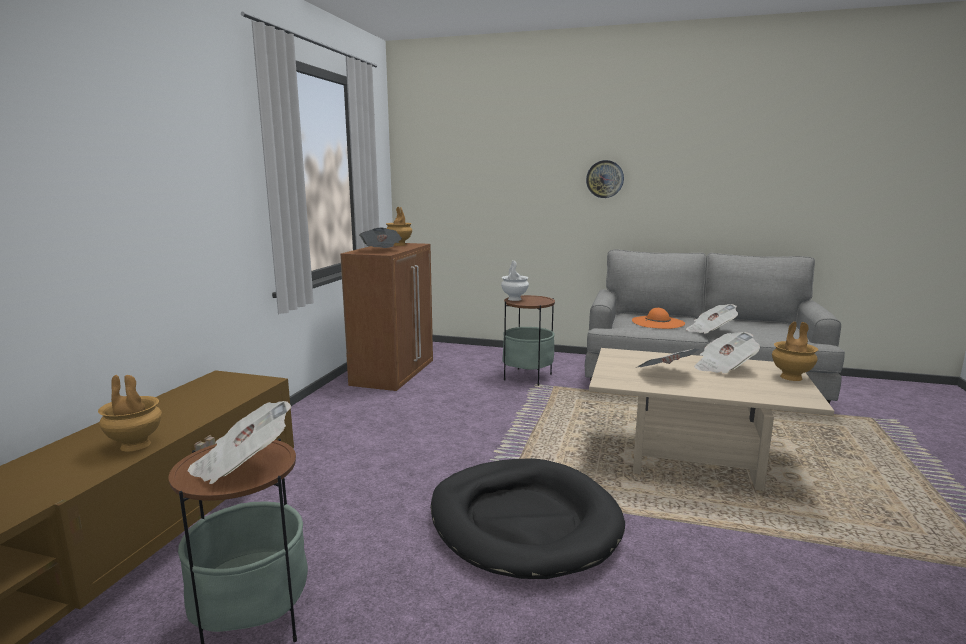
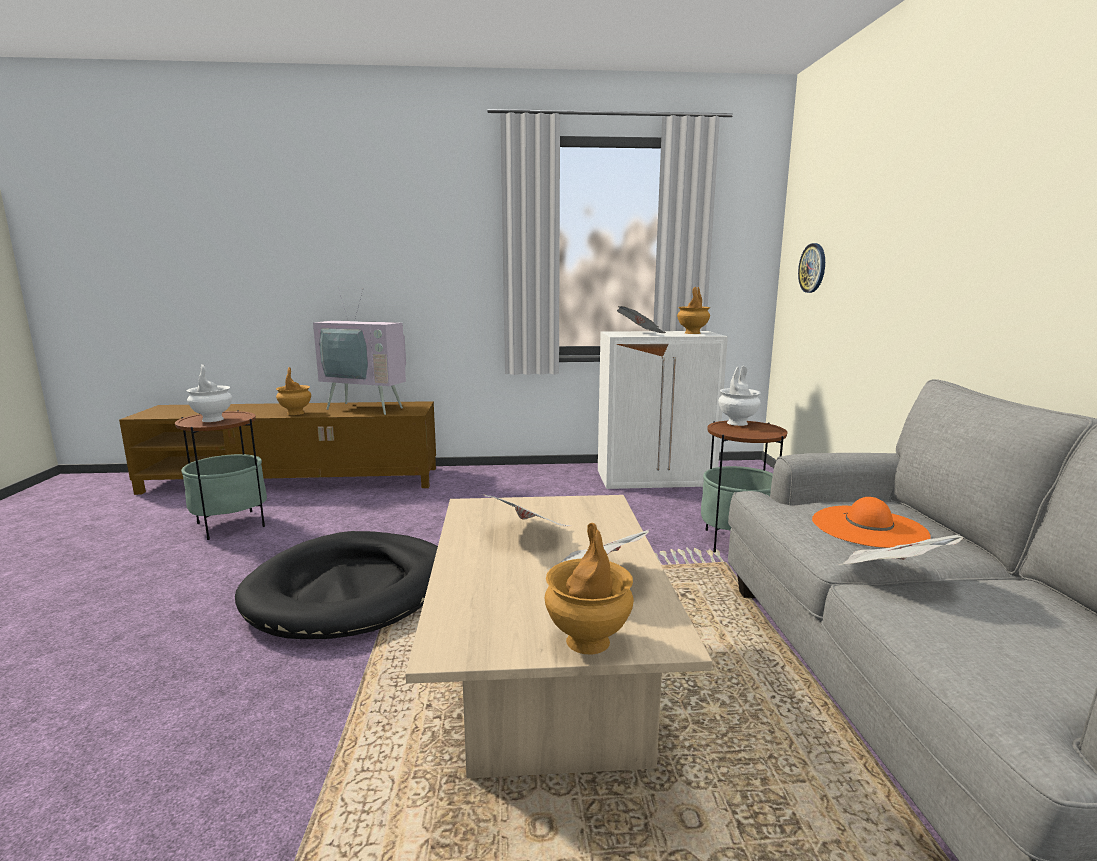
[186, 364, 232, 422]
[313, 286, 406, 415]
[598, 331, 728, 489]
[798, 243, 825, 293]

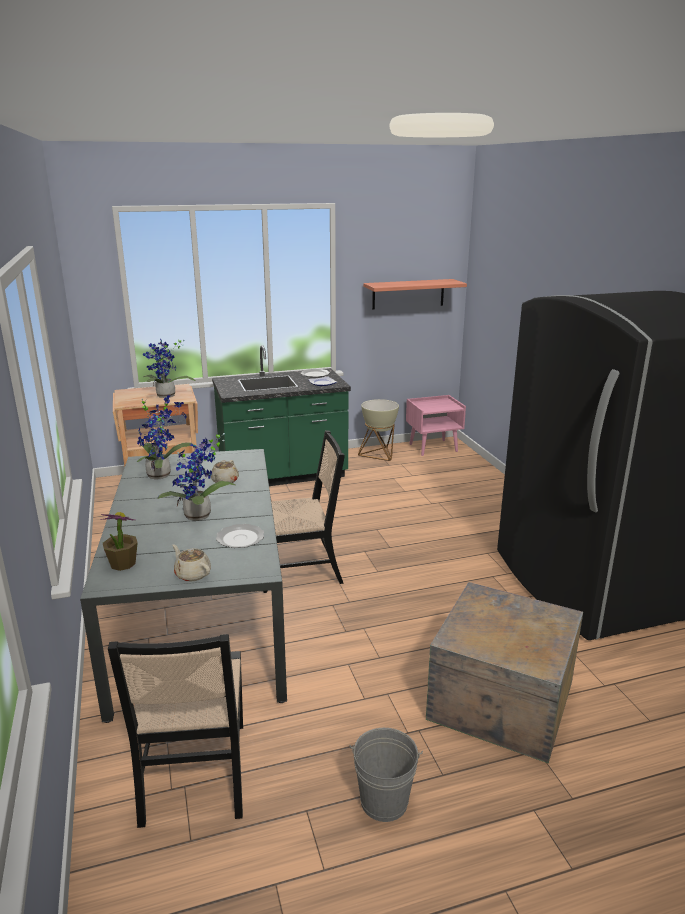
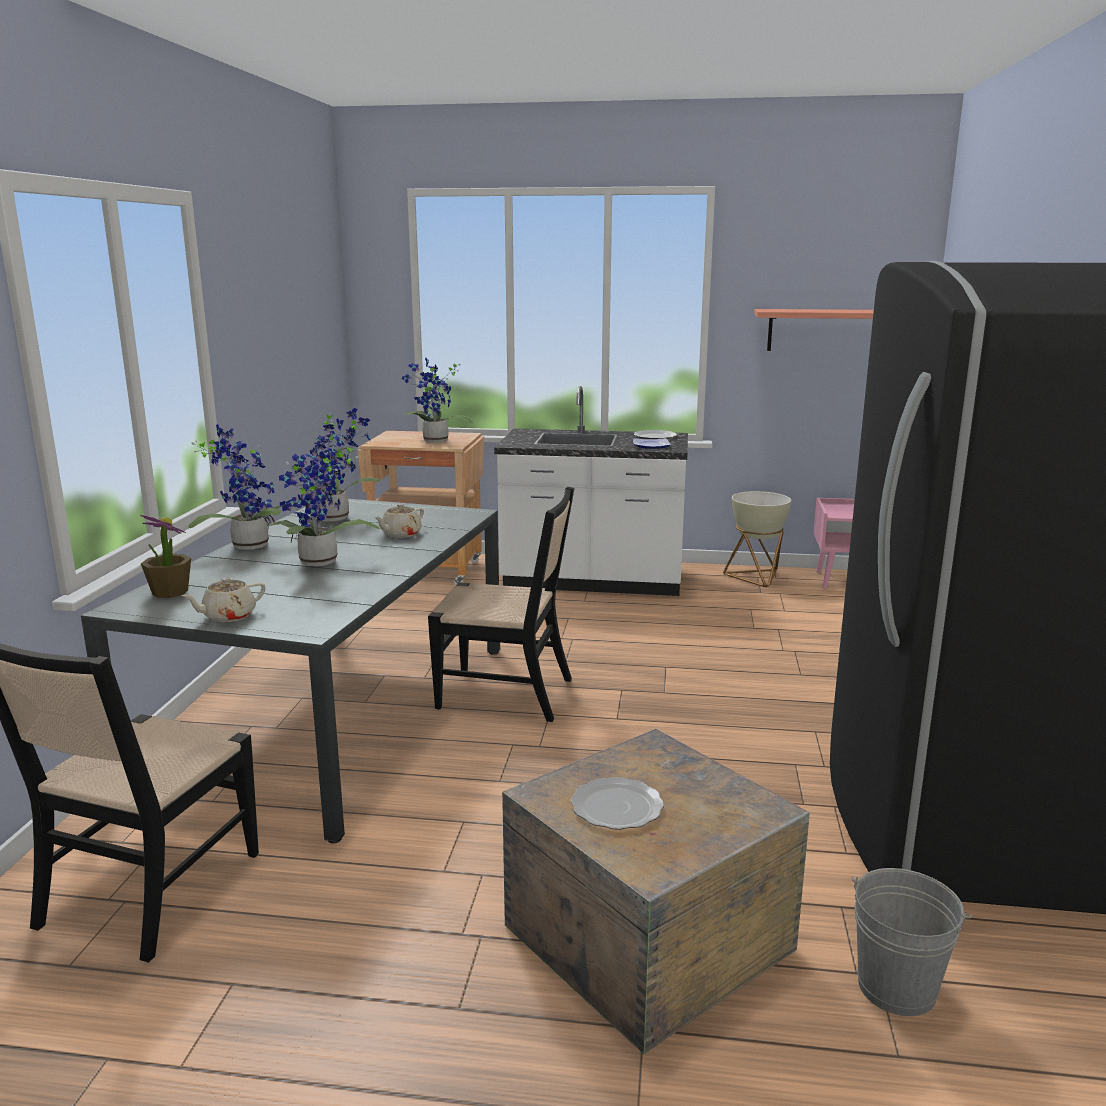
[181, 577, 266, 622]
[188, 424, 298, 550]
[494, 386, 688, 596]
[571, 777, 664, 830]
[851, 868, 973, 1016]

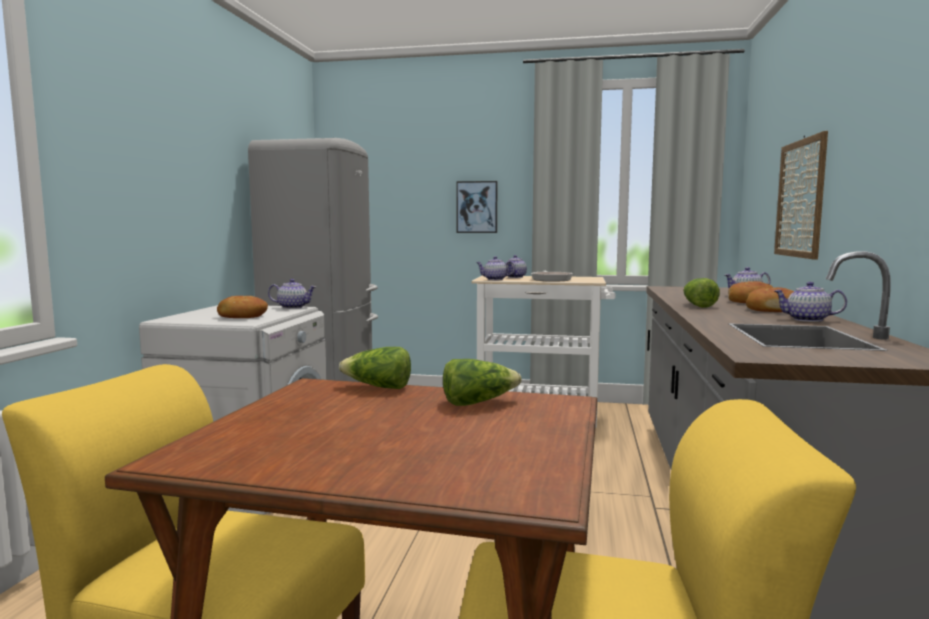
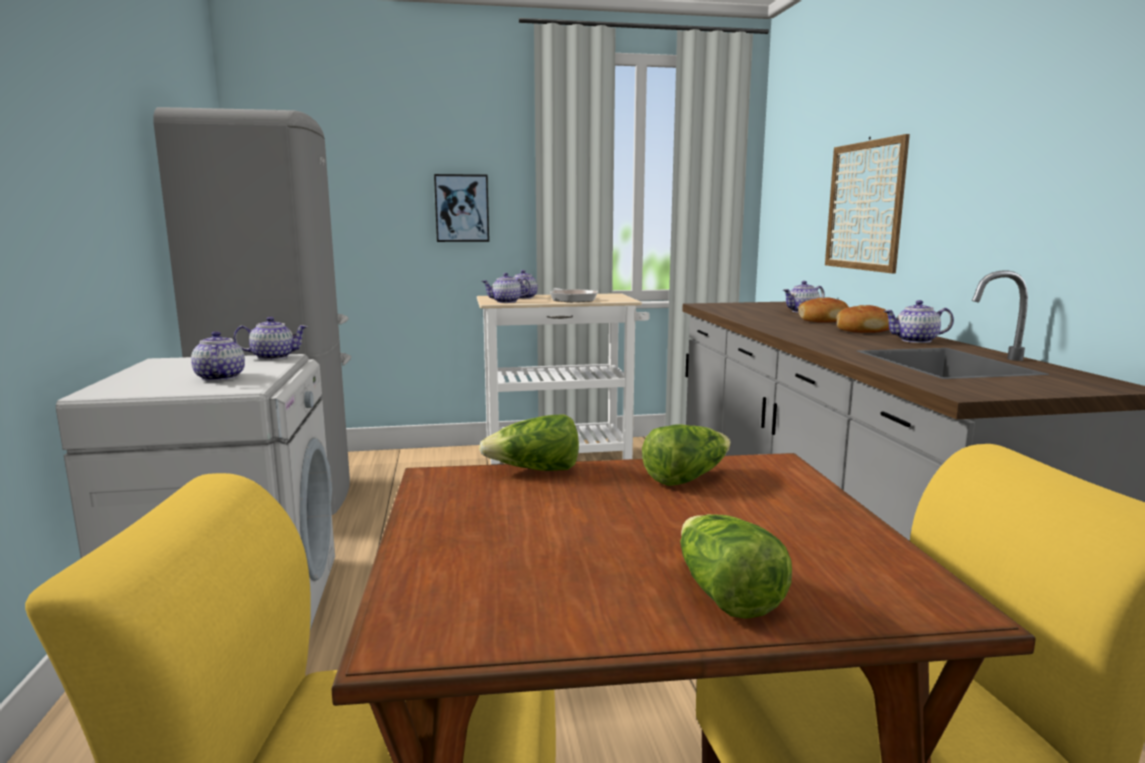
[191, 331, 245, 381]
[680, 514, 792, 619]

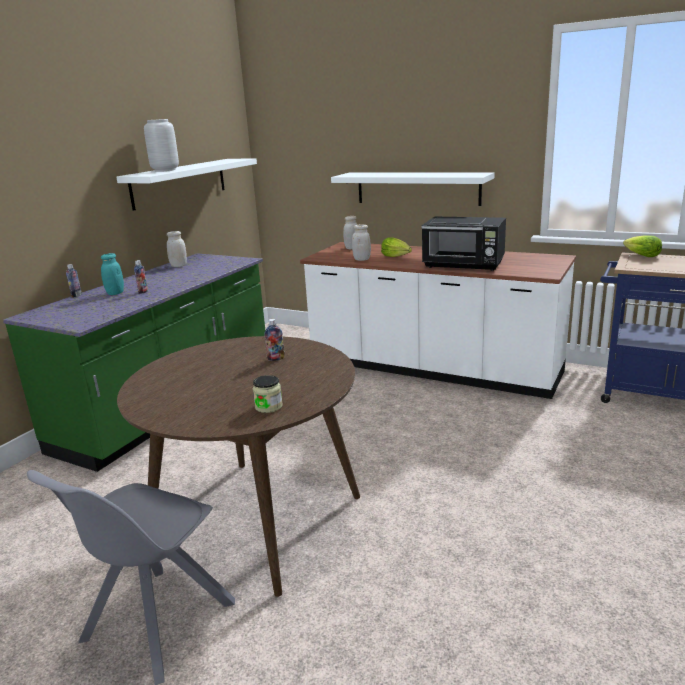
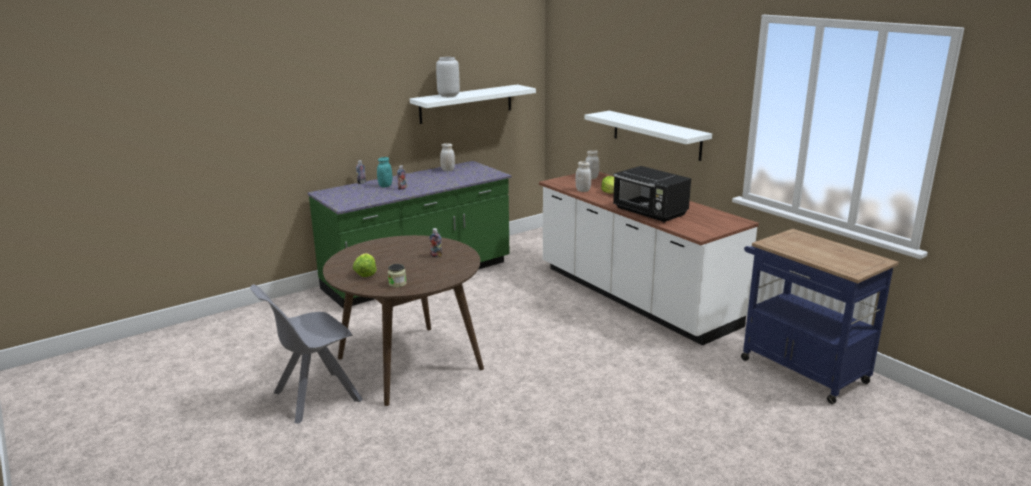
[353, 253, 377, 277]

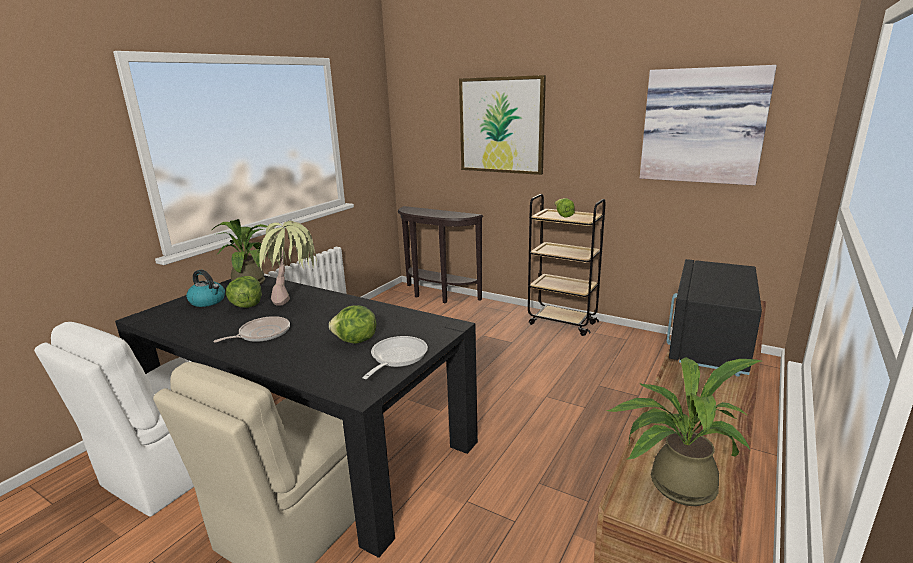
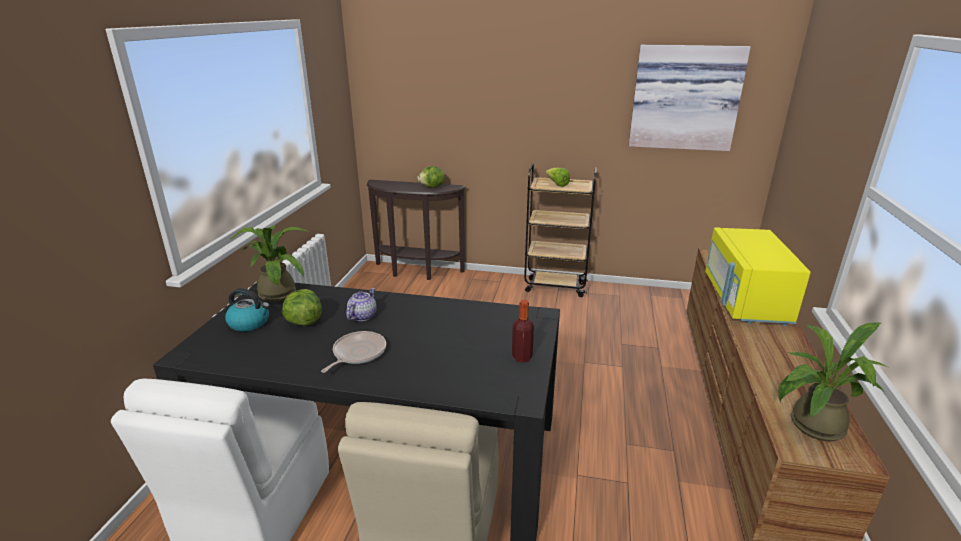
[346, 288, 377, 321]
[417, 166, 444, 188]
[512, 300, 534, 363]
[705, 227, 811, 326]
[459, 75, 546, 175] (first image)

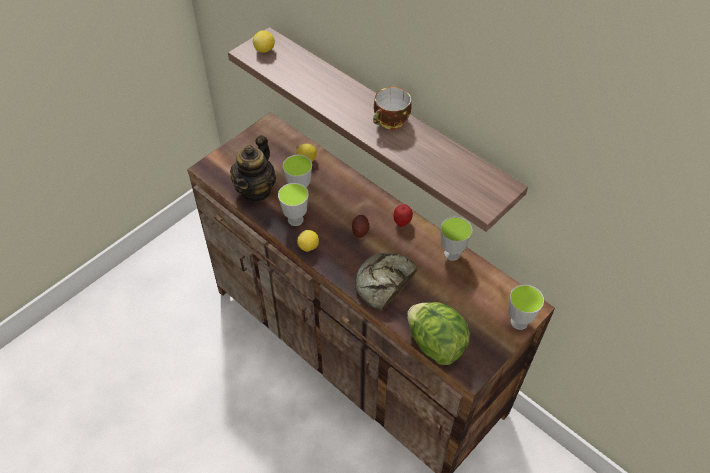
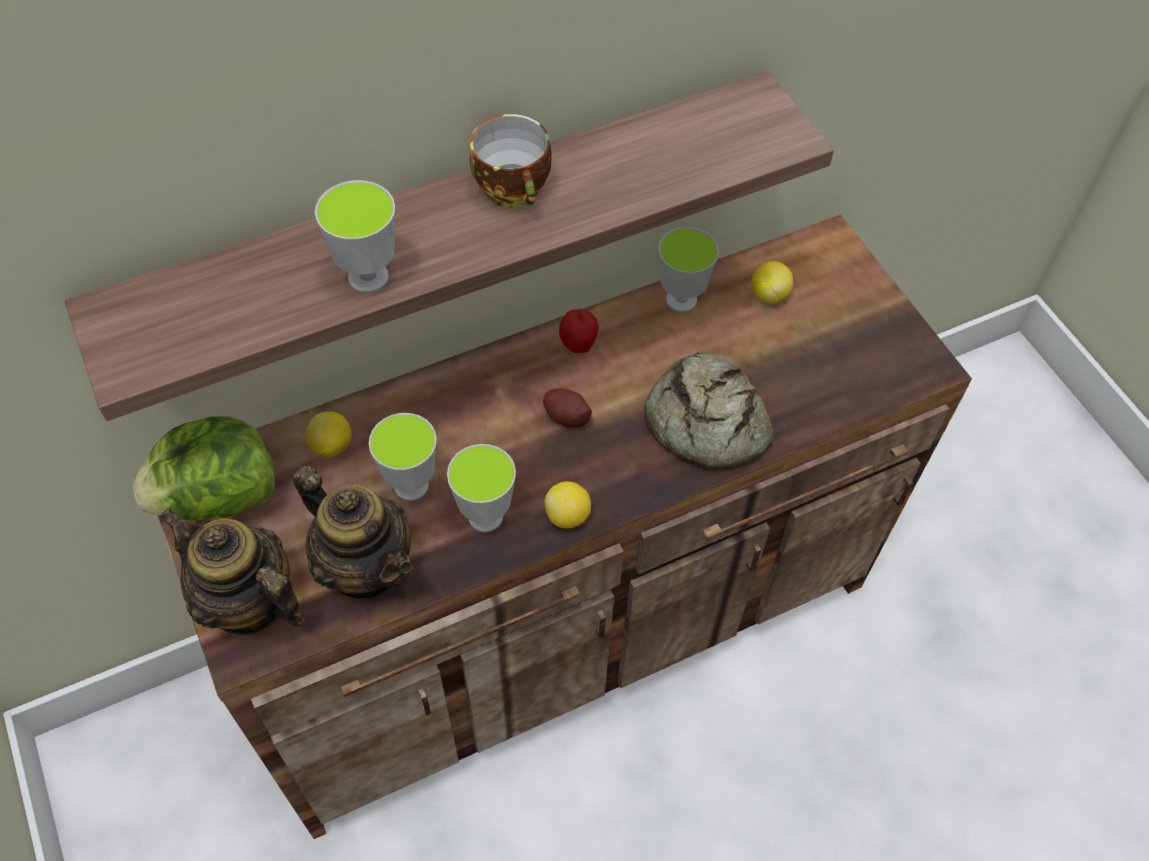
[133, 417, 275, 521]
[160, 508, 305, 637]
[315, 180, 395, 293]
[751, 261, 793, 304]

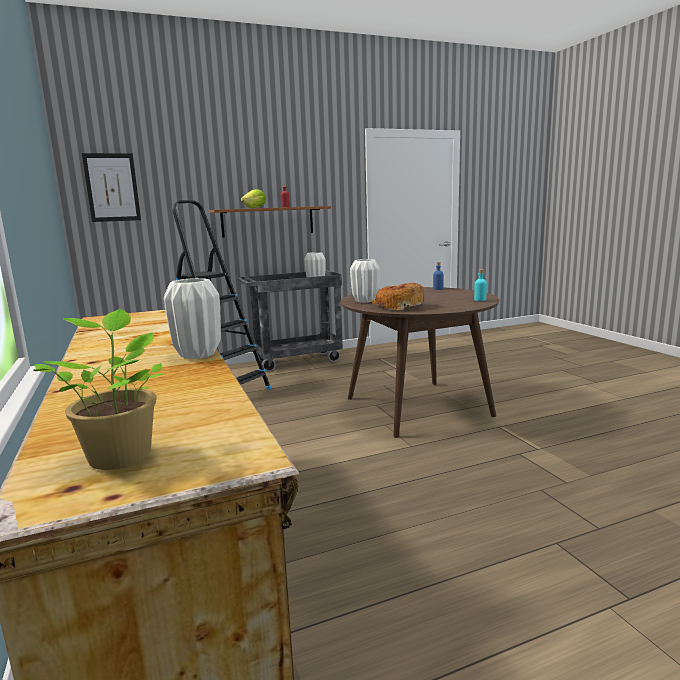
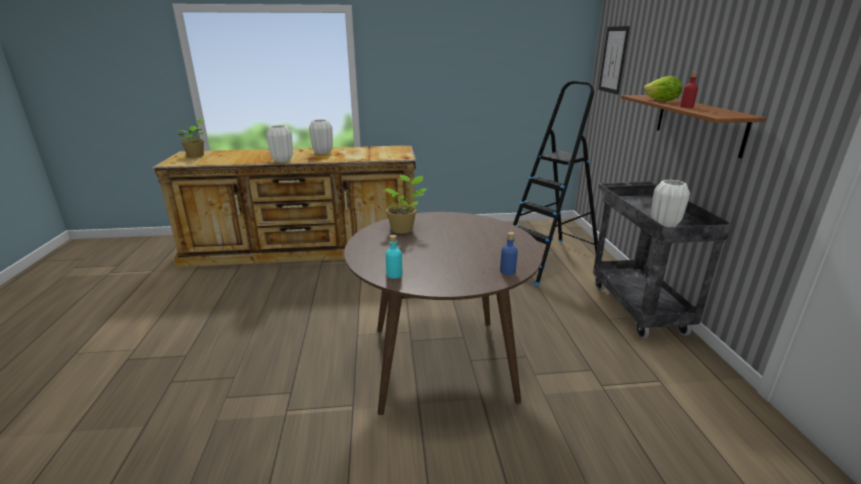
[309, 119, 333, 154]
[382, 175, 426, 234]

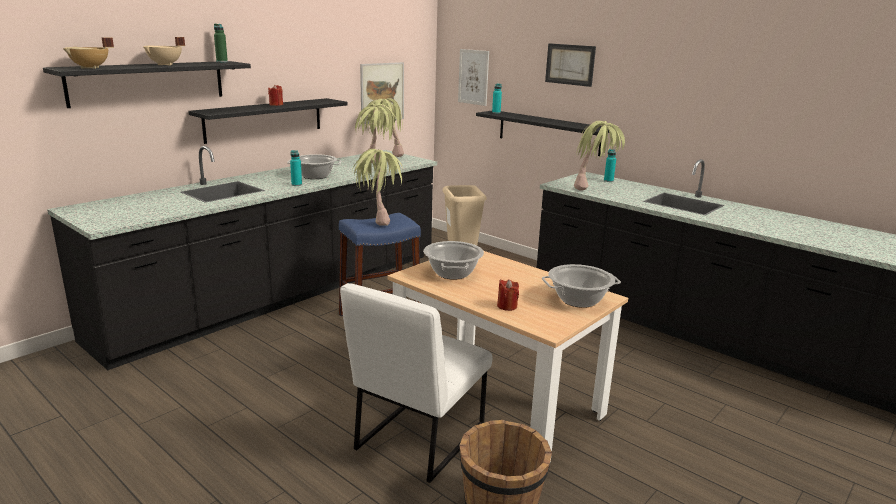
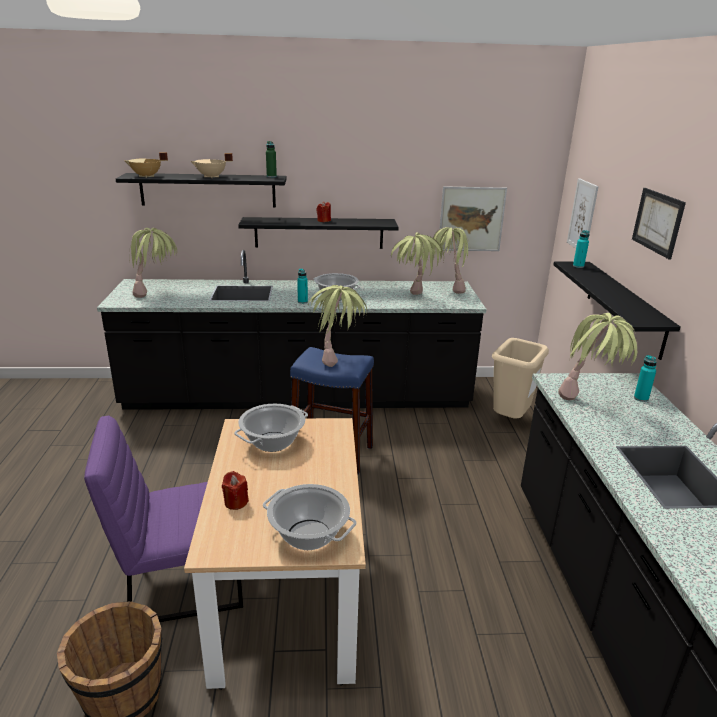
[84, 415, 243, 622]
[129, 228, 177, 298]

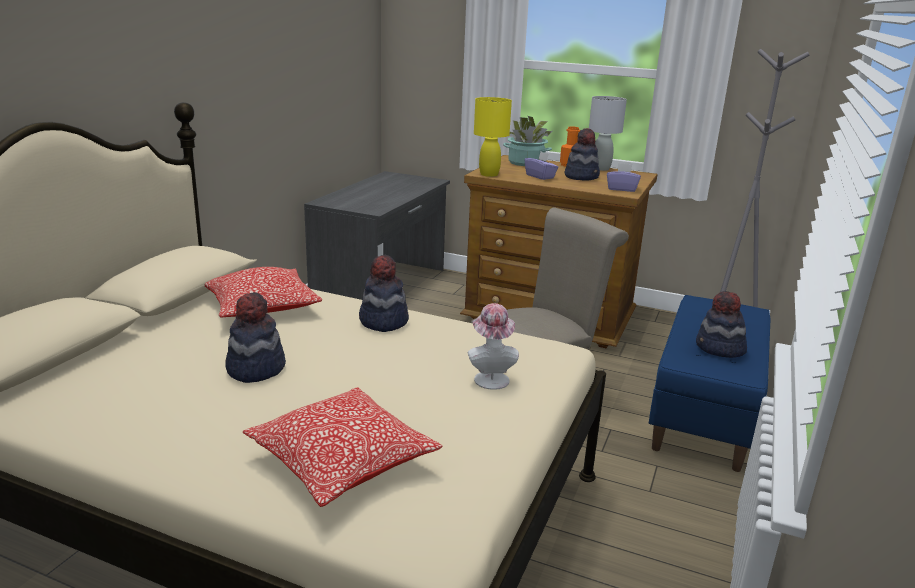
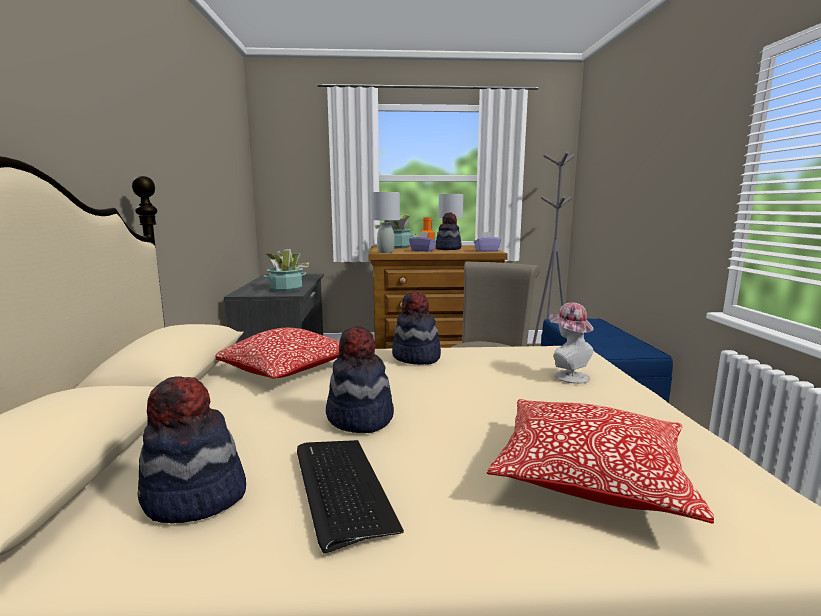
[138, 376, 246, 523]
[263, 249, 309, 292]
[297, 440, 404, 554]
[371, 192, 400, 253]

